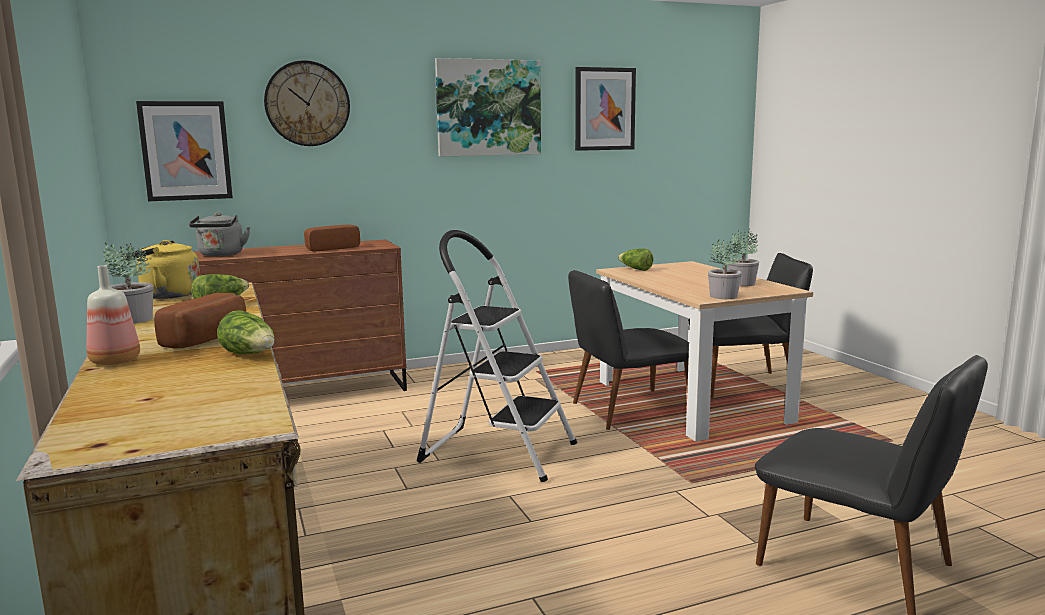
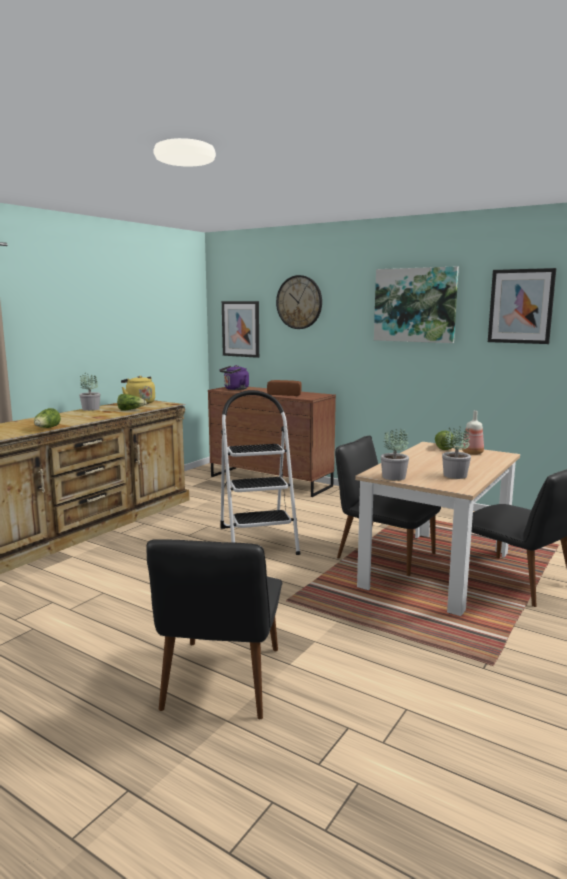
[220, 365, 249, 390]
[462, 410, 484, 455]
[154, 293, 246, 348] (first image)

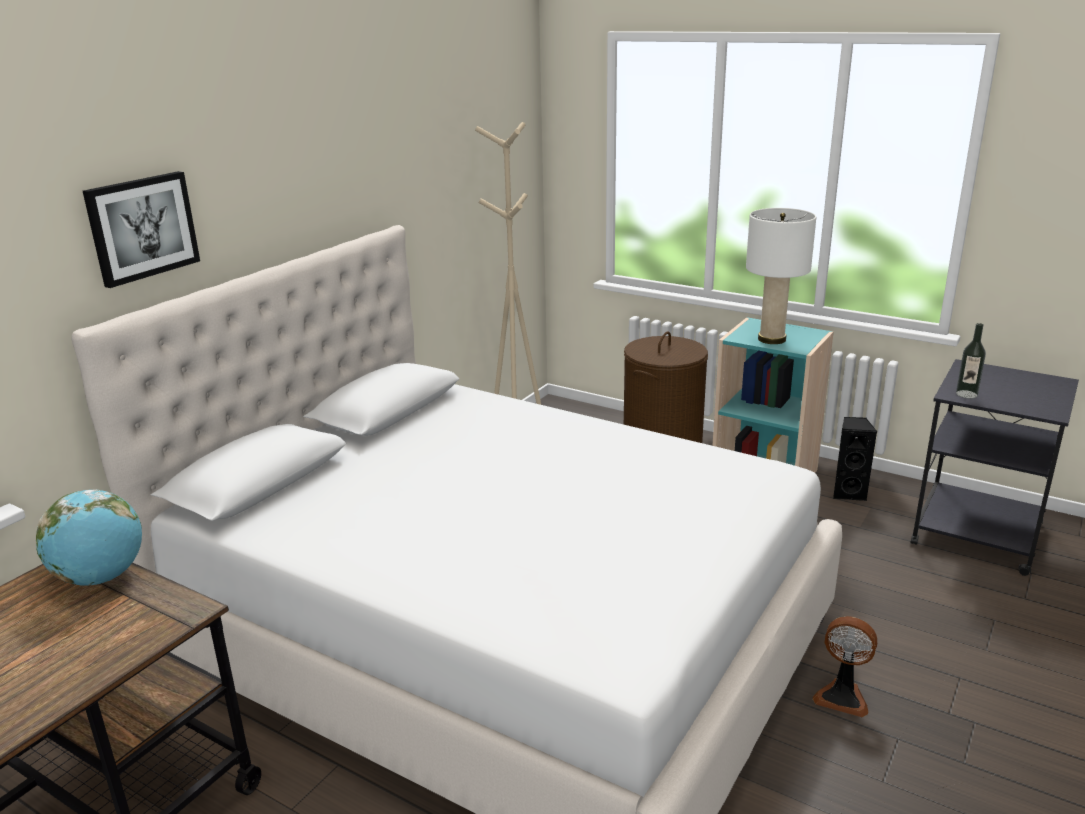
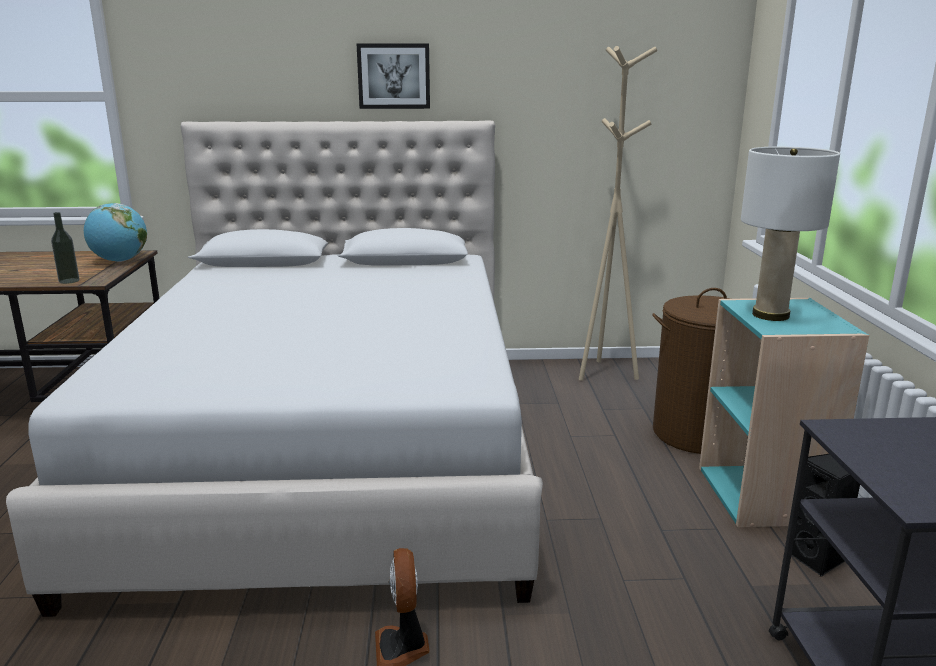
[51, 212, 80, 284]
[357, 43, 430, 109]

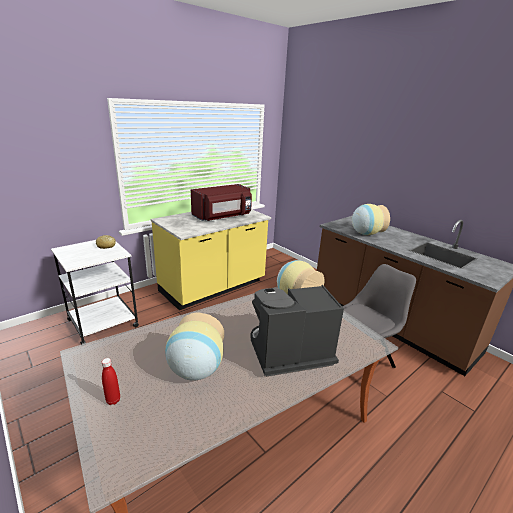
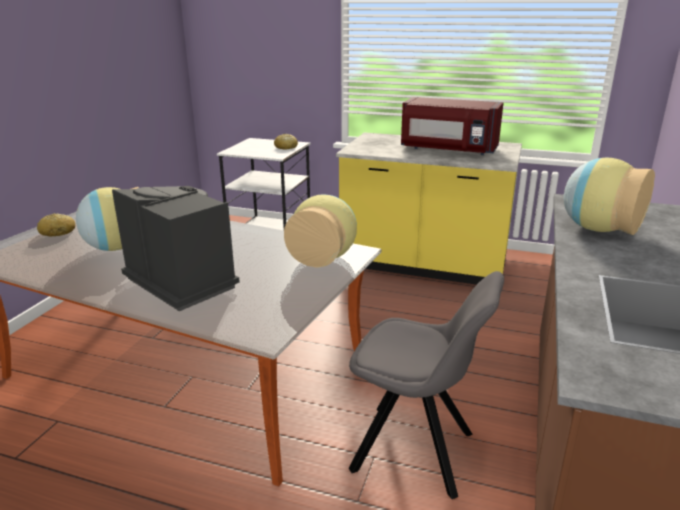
[37, 213, 75, 237]

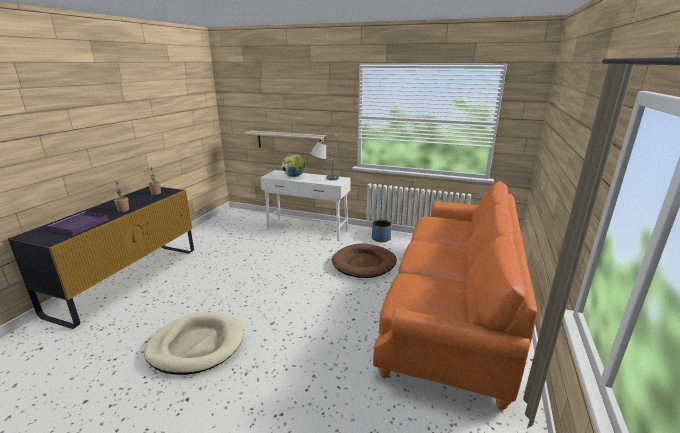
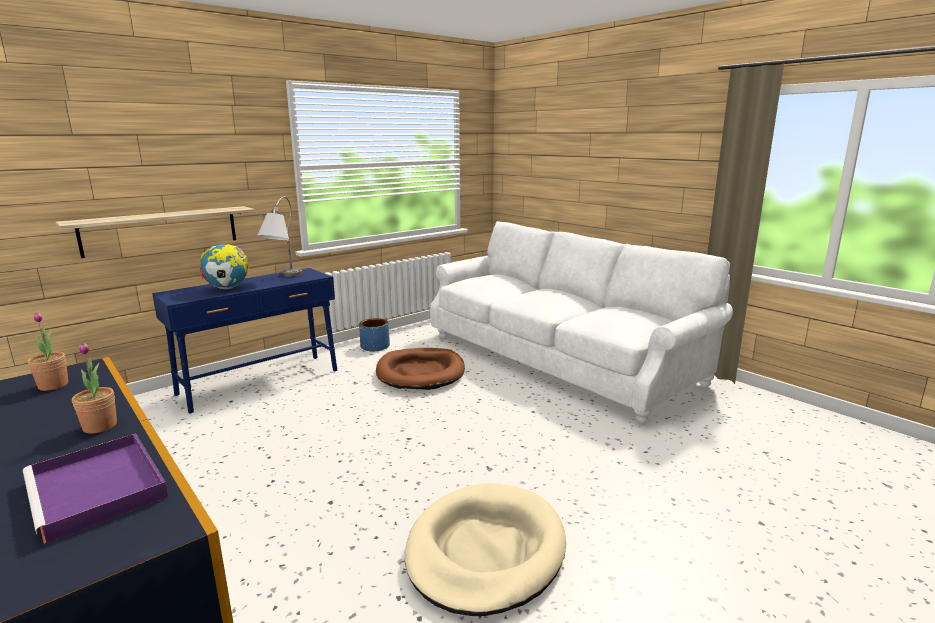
[152, 268, 337, 414]
[430, 221, 733, 424]

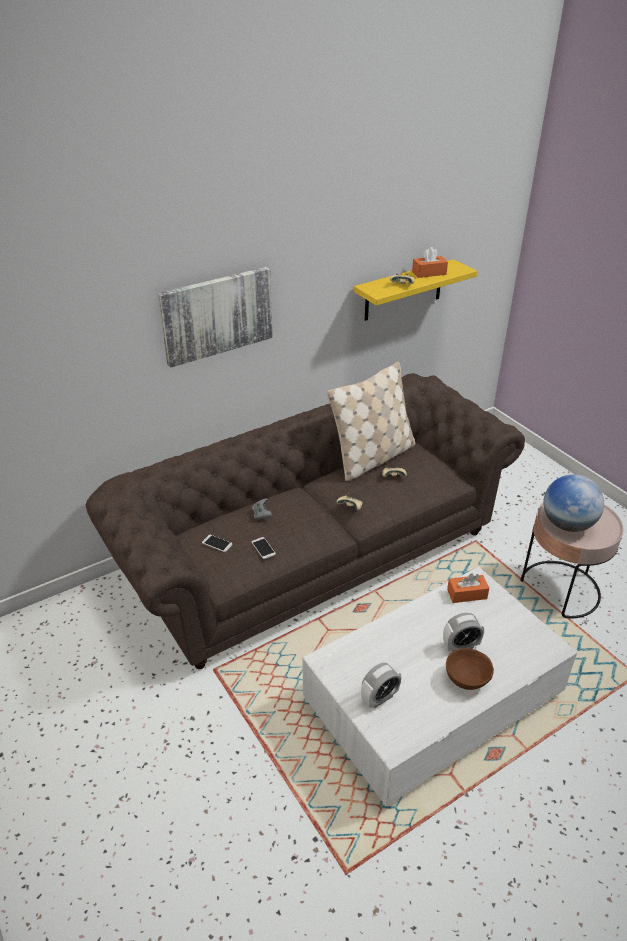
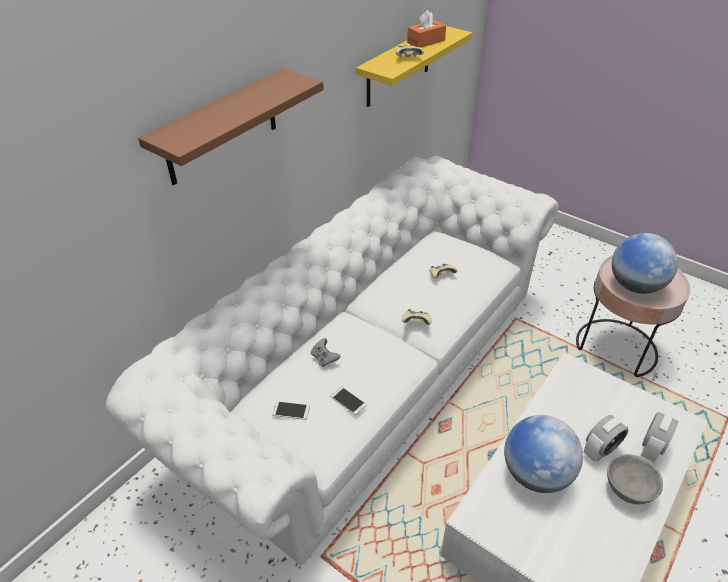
[105, 156, 558, 565]
[138, 68, 324, 185]
[504, 415, 583, 493]
[607, 454, 663, 504]
[641, 412, 678, 462]
[327, 361, 415, 481] (first image)
[447, 573, 489, 603] (first image)

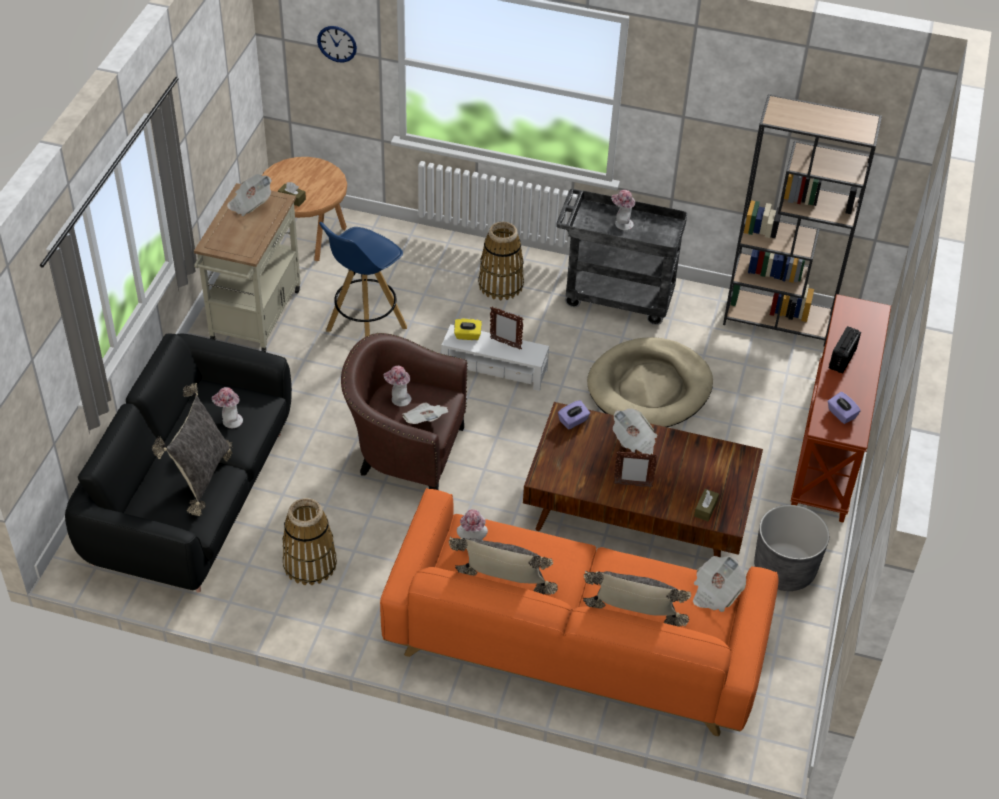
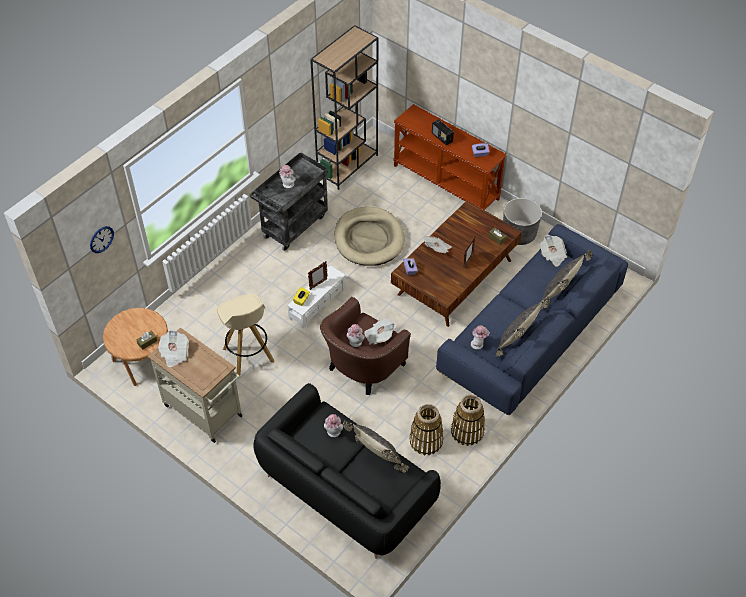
[215, 294, 275, 376]
[436, 224, 628, 415]
[451, 395, 485, 446]

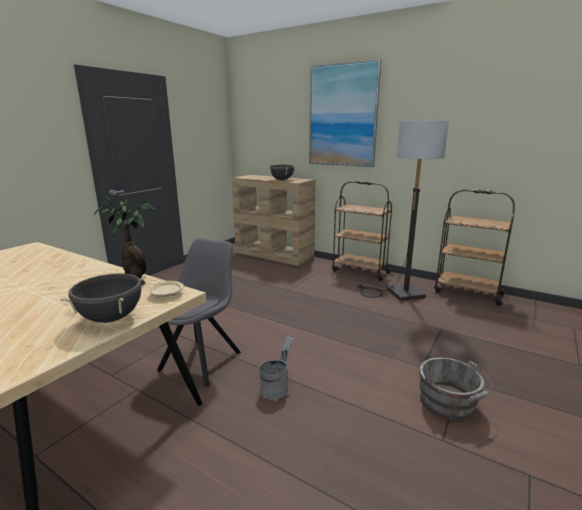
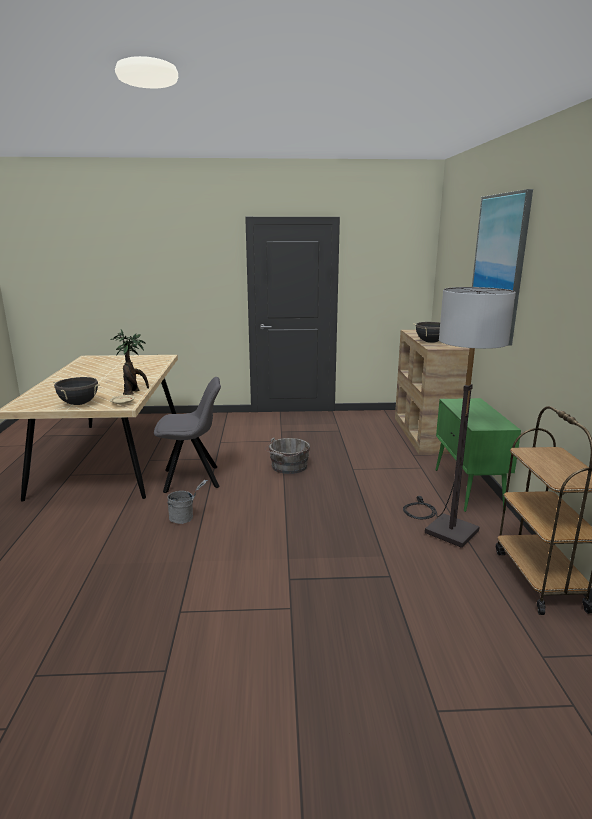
[265, 438, 310, 474]
[436, 398, 521, 512]

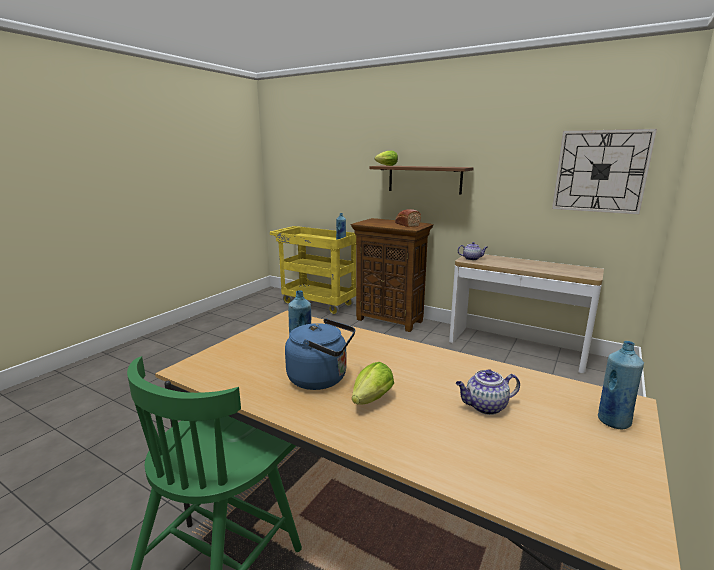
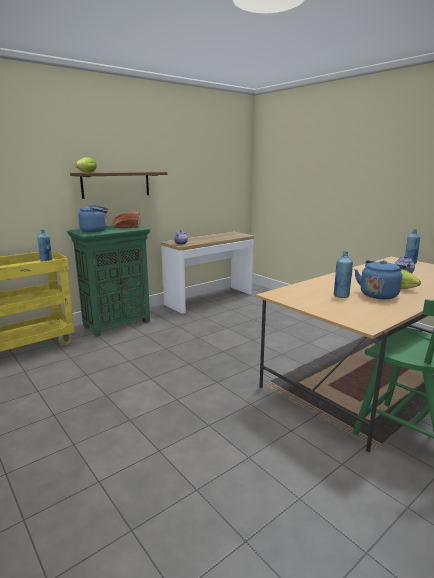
[67, 226, 151, 337]
[78, 205, 108, 232]
[552, 129, 657, 214] (first image)

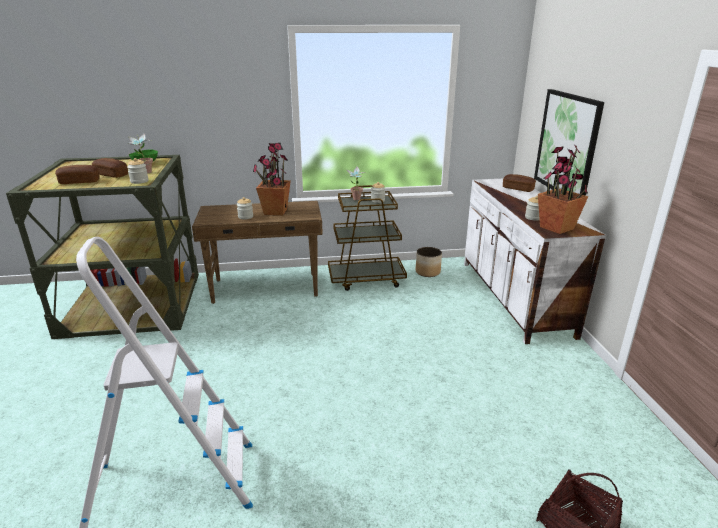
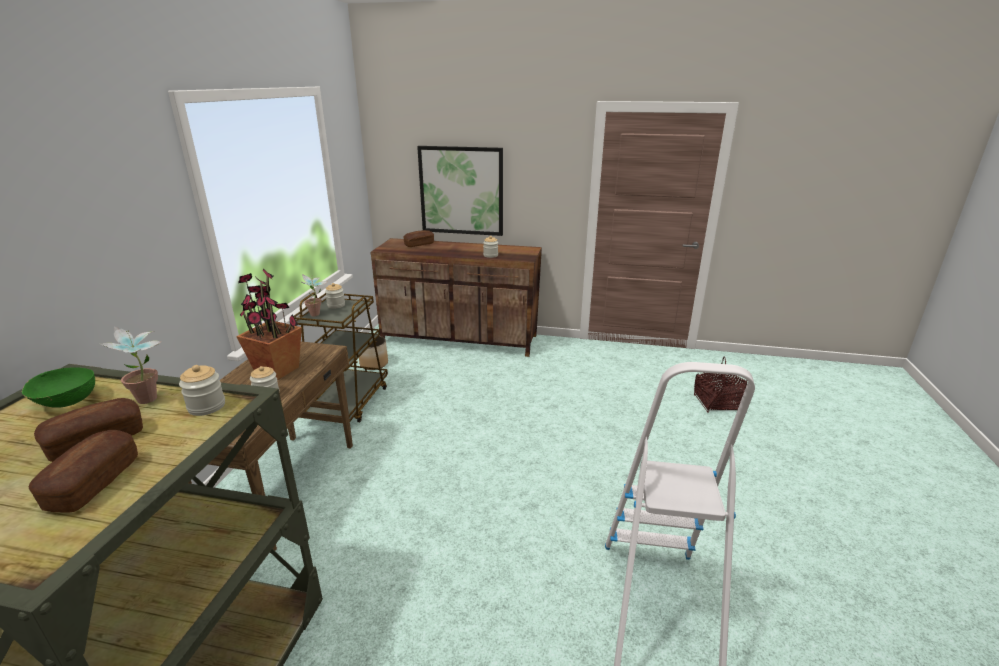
[370, 238, 542, 357]
[538, 145, 588, 234] (first image)

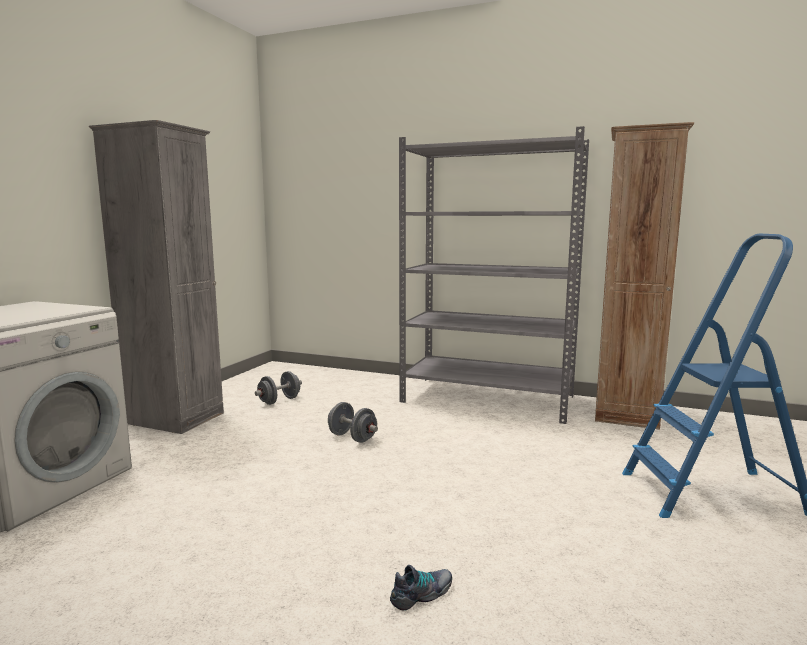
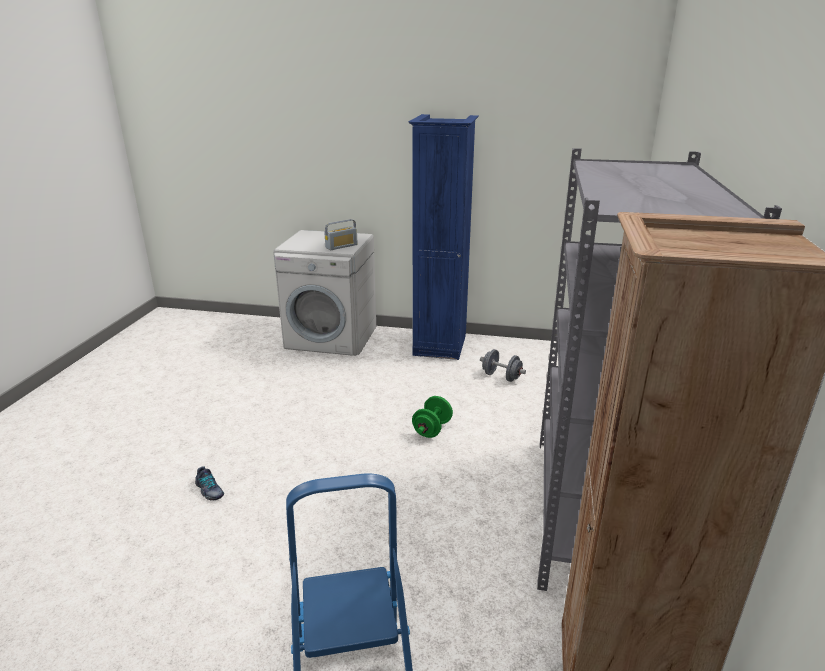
[324, 219, 358, 250]
[409, 114, 479, 360]
[412, 396, 453, 438]

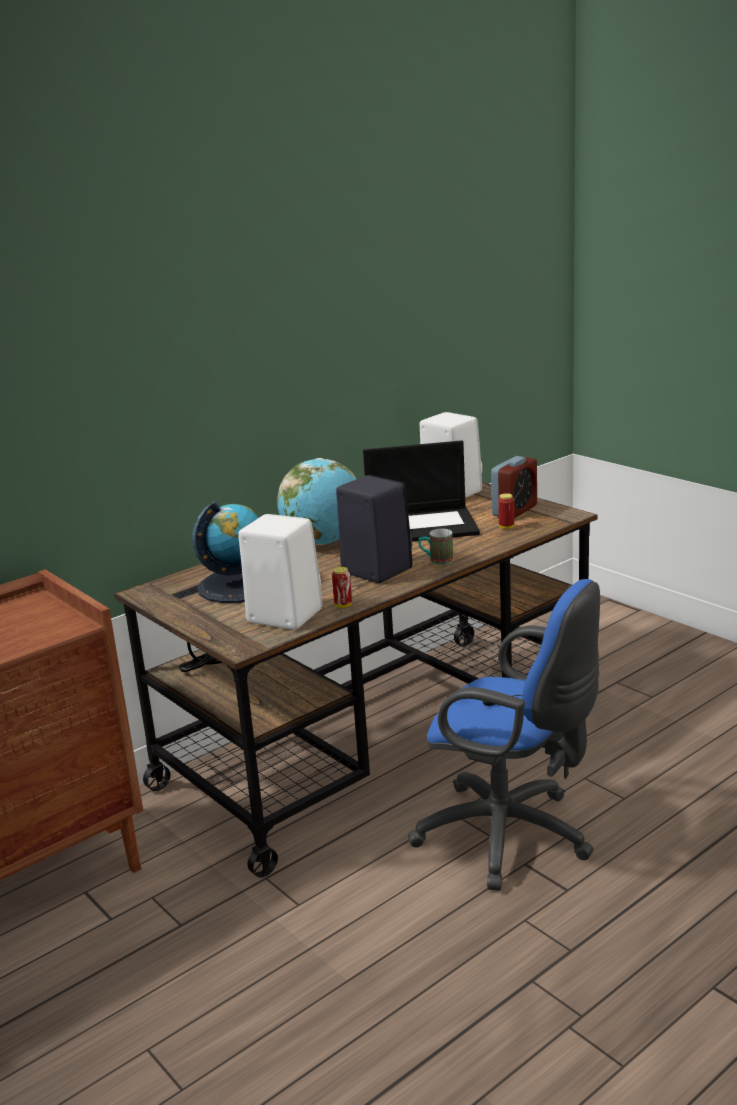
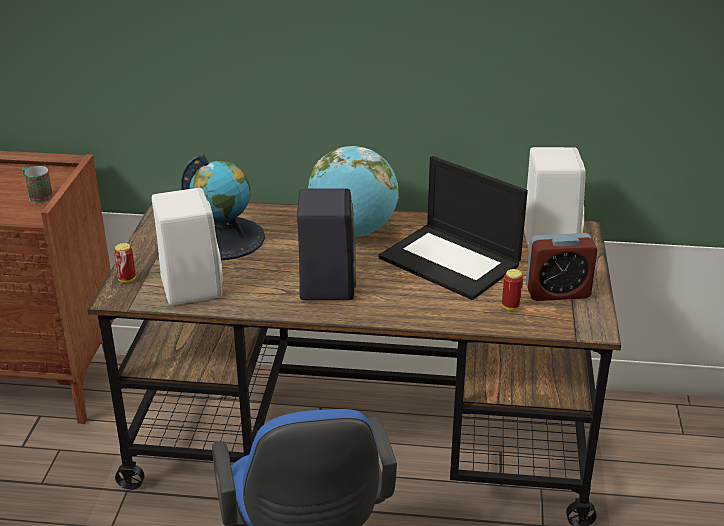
[22, 166, 53, 203]
[114, 243, 136, 283]

